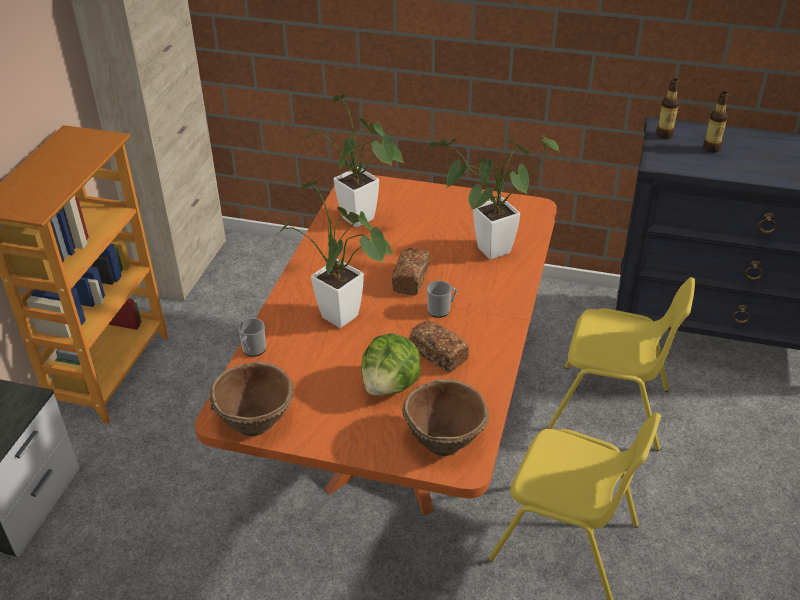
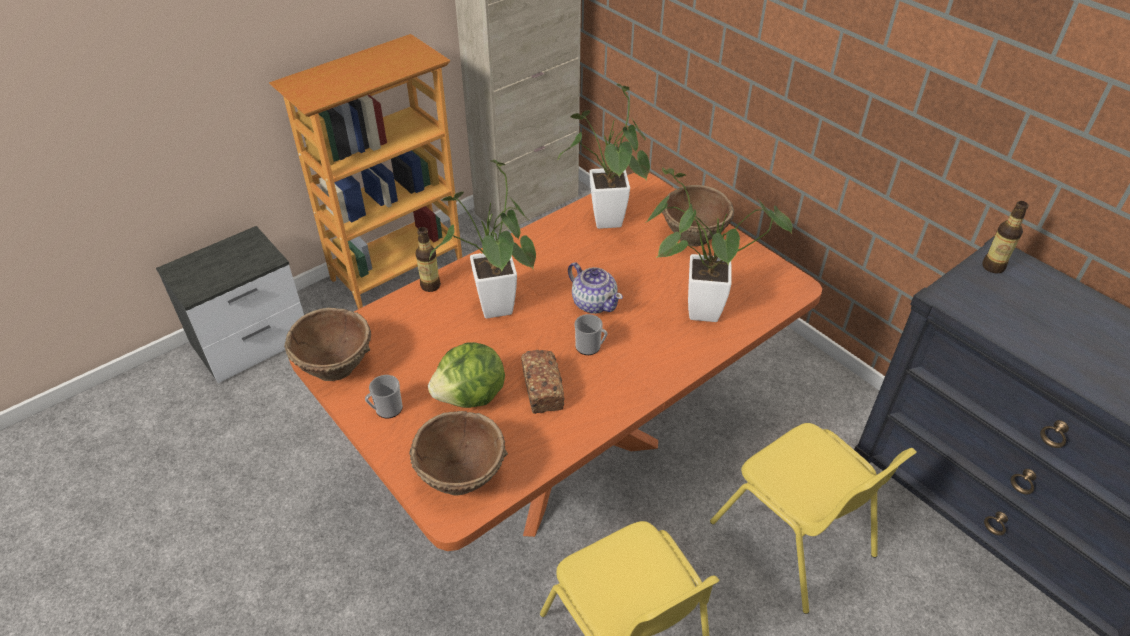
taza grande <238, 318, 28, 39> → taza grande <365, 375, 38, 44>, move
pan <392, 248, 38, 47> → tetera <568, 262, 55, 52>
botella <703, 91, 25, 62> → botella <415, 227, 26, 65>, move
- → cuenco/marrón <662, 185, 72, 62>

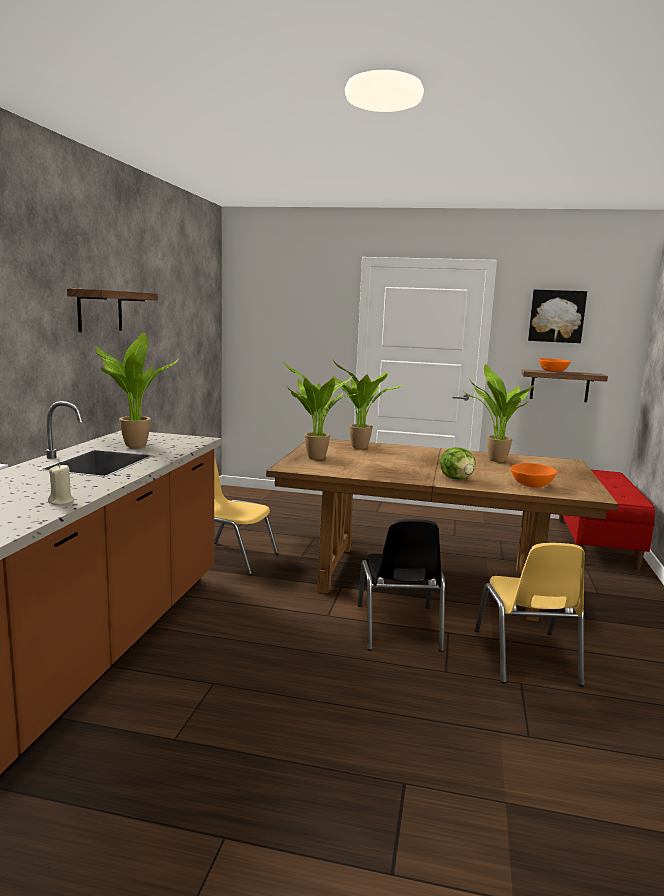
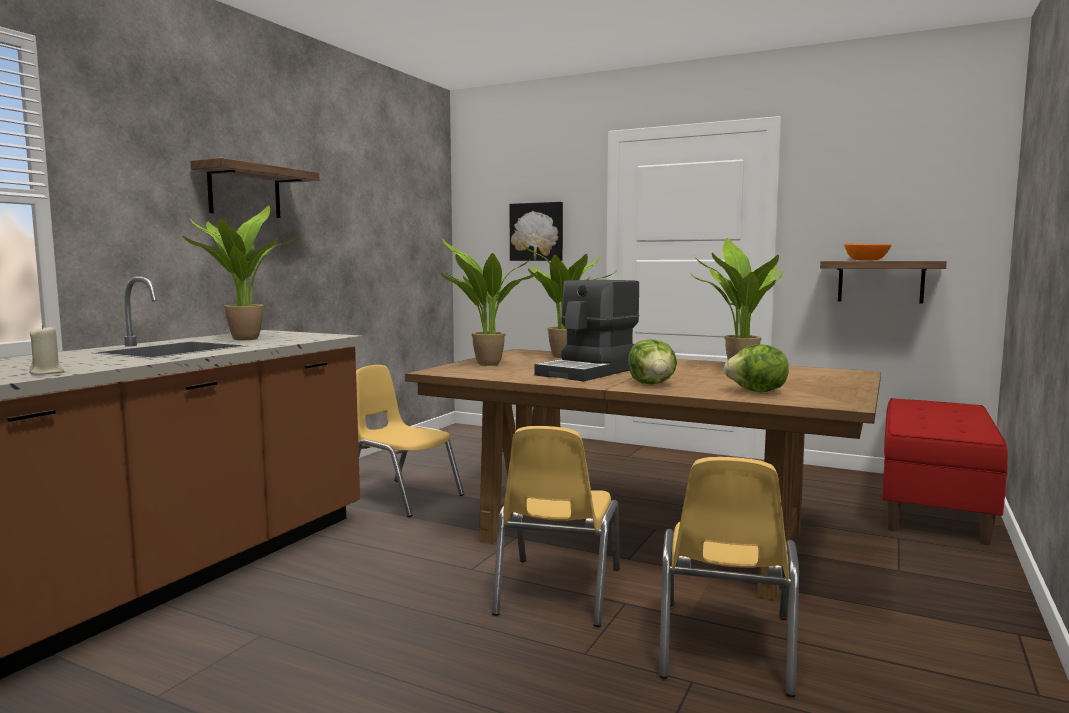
silla/negro <357, 519, 88, 133> → silla/amarillo <492, 426, 128, 201>
cuenco/naranja <510, 463, 47, 25> → lechuga <724, 344, 65, 48>
cuadro <528, 290, 59, 53> → cuadro <510, 202, 53, 59>, move
- → cafetera <534, 280, 105, 101>

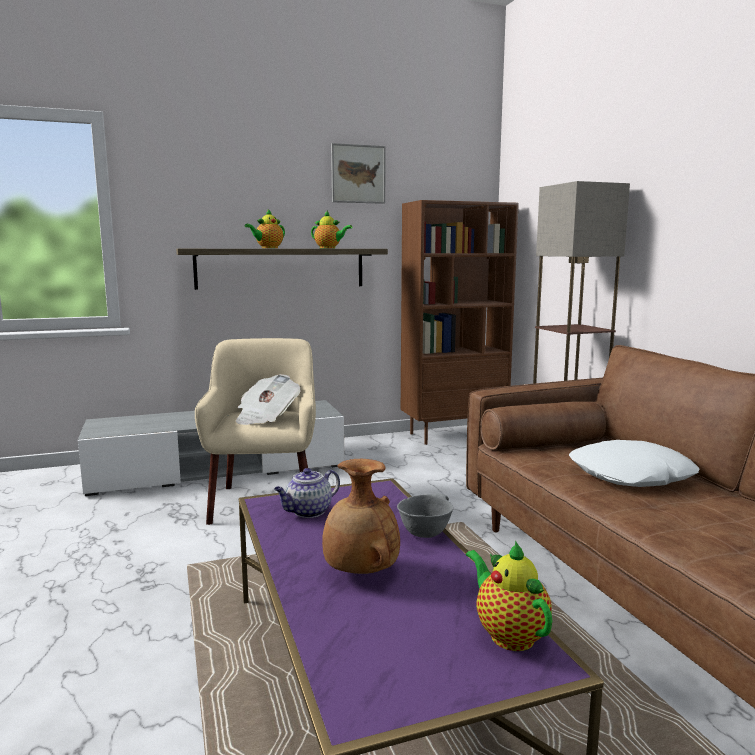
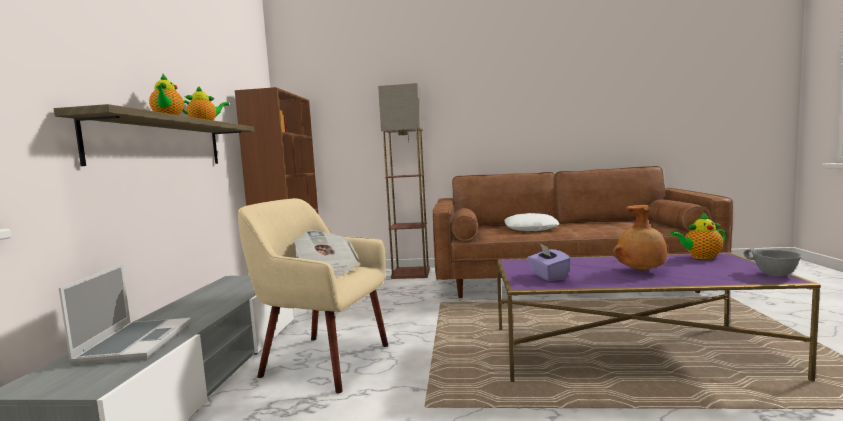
tetera <274, 468, 66, 50> → caja de pañuelos/morado <527, 243, 44, 38>
cuadro <331, 143, 54, 61> → -
cuenco/gris <397, 493, 56, 45> → cuenco/gris <744, 248, 58, 28>, move
- → portátil <59, 264, 133, 100>

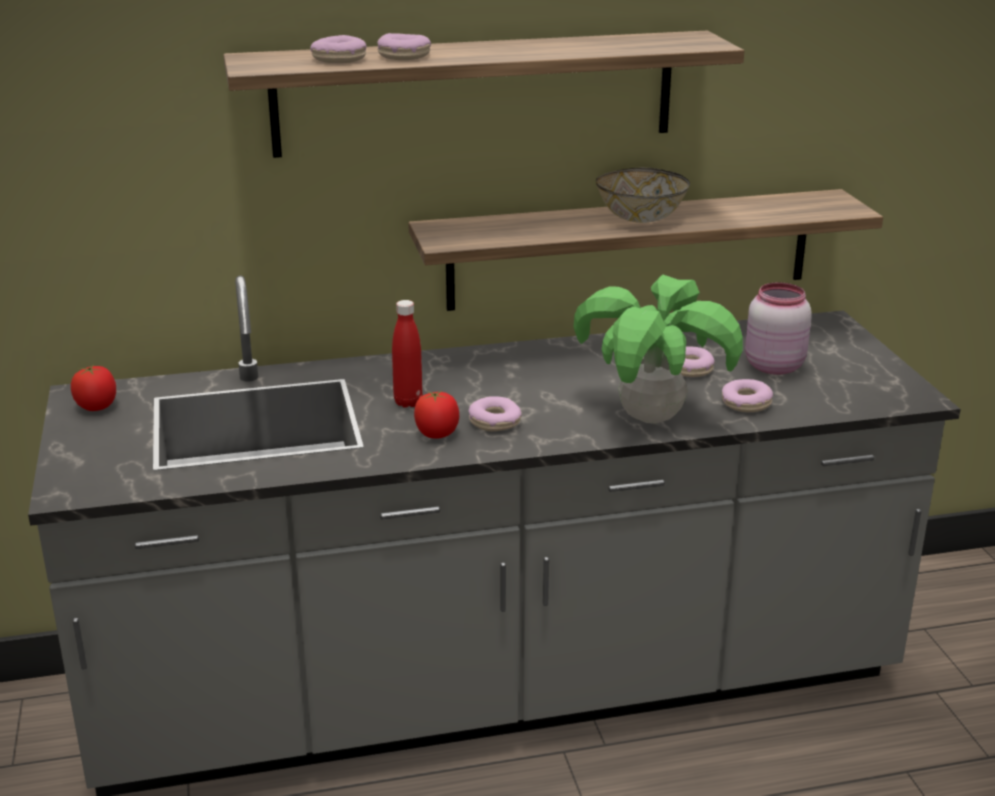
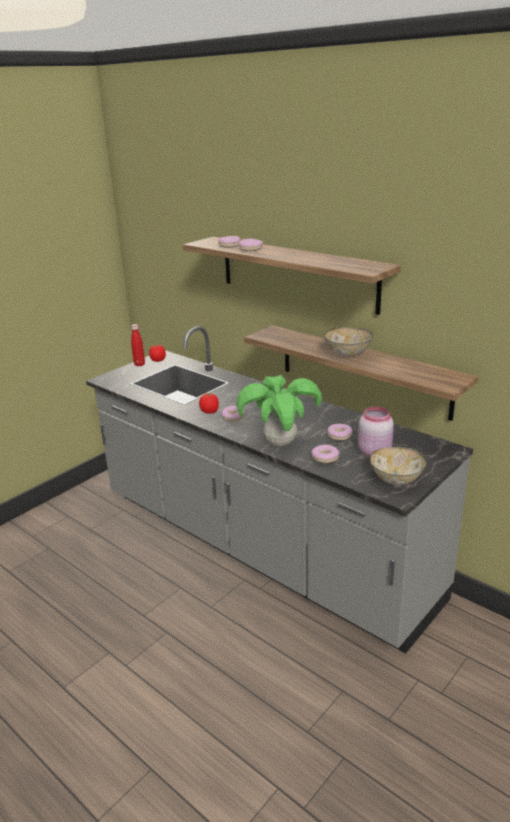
botella/rojo <392, 300, 31, 108> → botella/rojo <131, 324, 14, 42>, move
- → cuenco <370, 447, 57, 38>

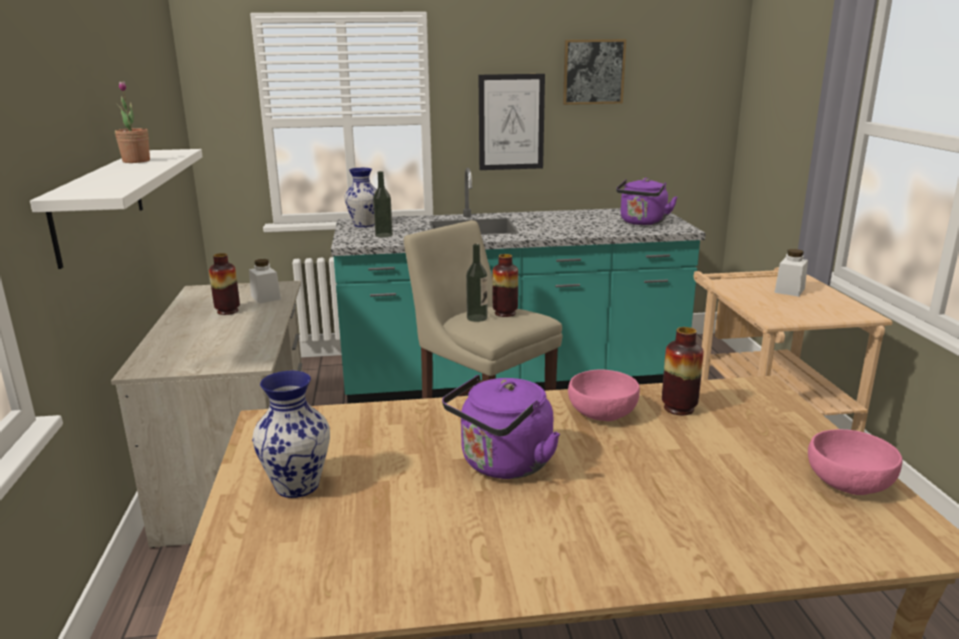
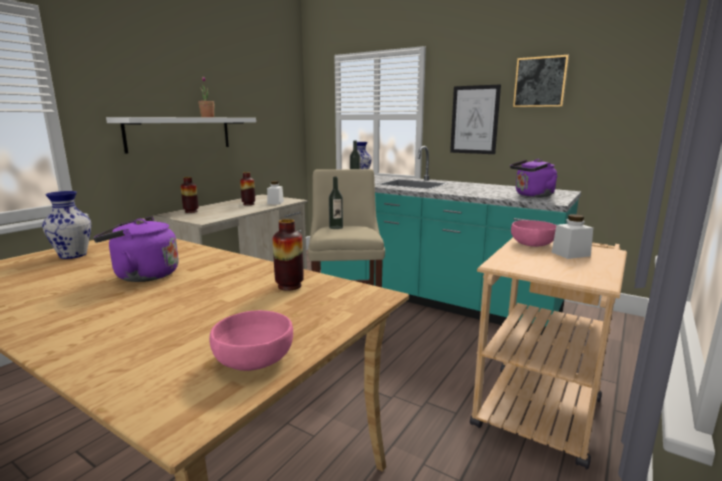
florero <492, 254, 26, 63> → florero <181, 177, 18, 36>, move
cuenco/rosa <568, 370, 72, 51> → cuenco/rosa <511, 220, 45, 27>, move

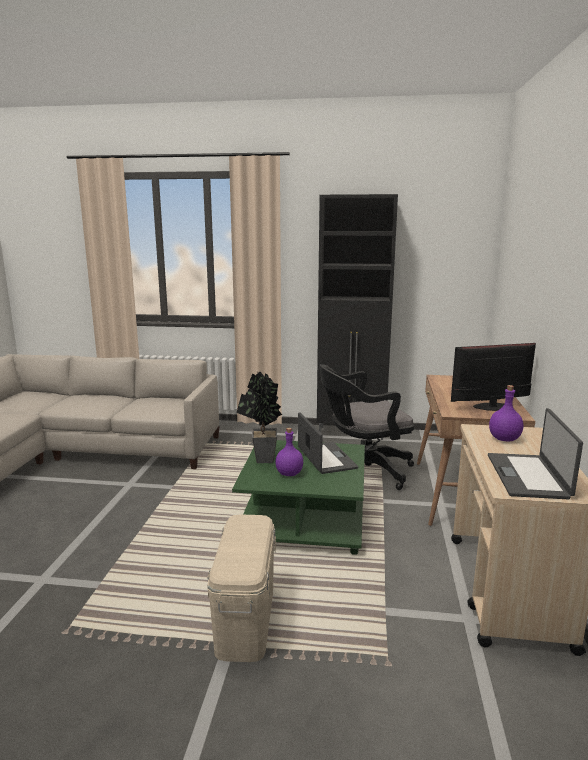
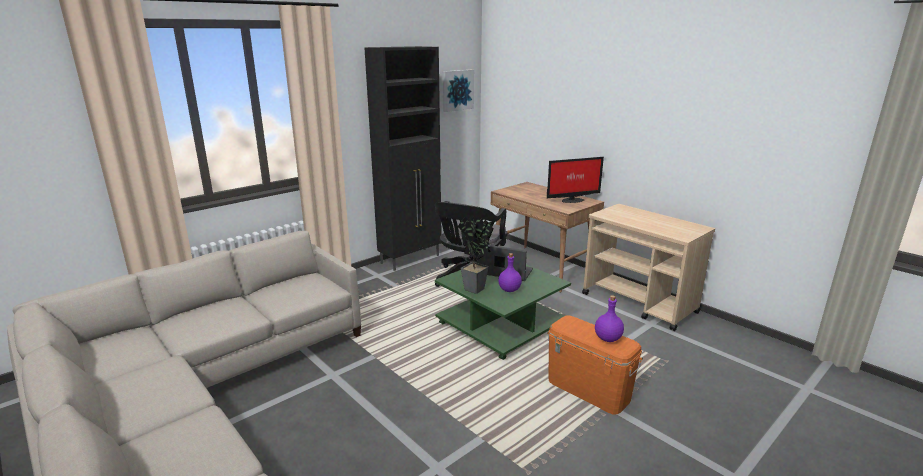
caja de almacenaje/beis <207, 515, 69, 147> → caja de almacenaje/naranja <547, 316, 96, 98>
monitor <451, 343, 85, 68> → monitor <547, 157, 57, 46>, 135 degrees counterclockwise
portátil <488, 408, 95, 91> → -
botella/morado <489, 385, 34, 56> → botella/morado <595, 295, 29, 47>, move
- → cuadro <443, 70, 31, 42>

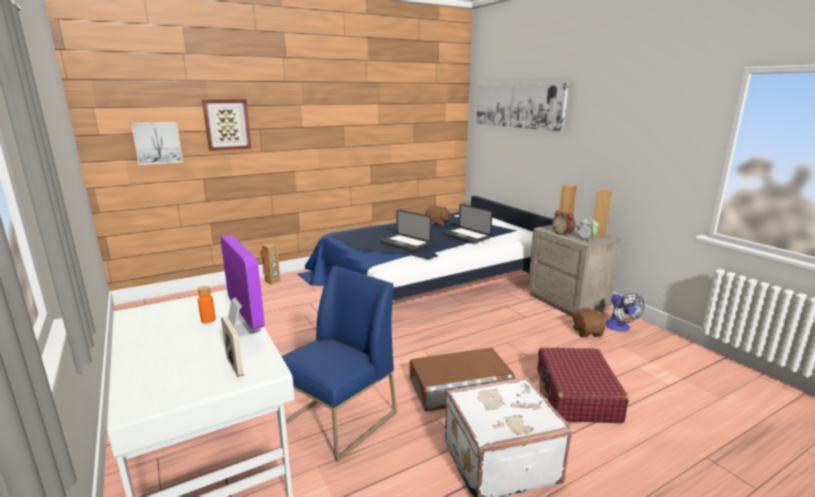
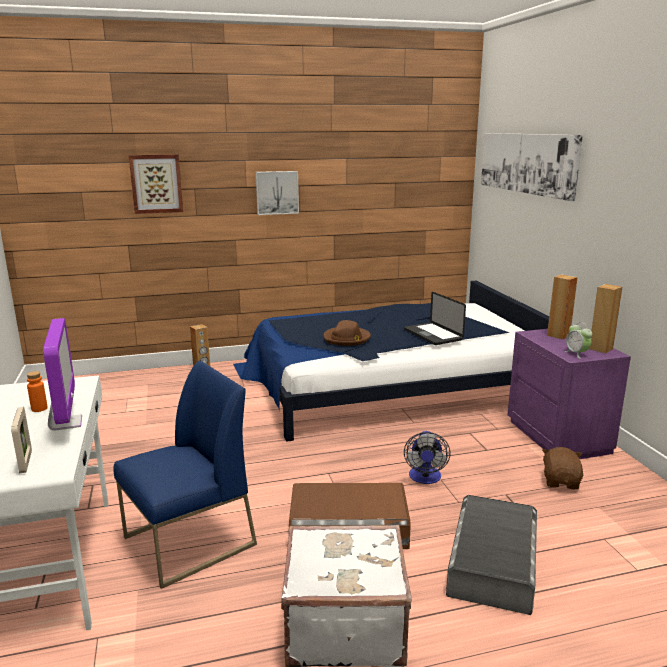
cuadro <131, 122, 52, 43> → cuadro <256, 171, 43, 44>, move
portátil <380, 209, 51, 42> → sombrero/marrón <324, 320, 47, 26>
peluche/marrón <425, 206, 27, 20> → -
mesita de noche/beis <528, 225, 93, 92> → mesita de noche/morado <508, 329, 123, 130>
maleta/rojo <538, 348, 91, 75> → caja de almacenaje/gris <446, 495, 91, 120>
despertador <552, 210, 23, 26> → -
ventilador <605, 293, 40, 38> → ventilador <404, 431, 47, 53>, move

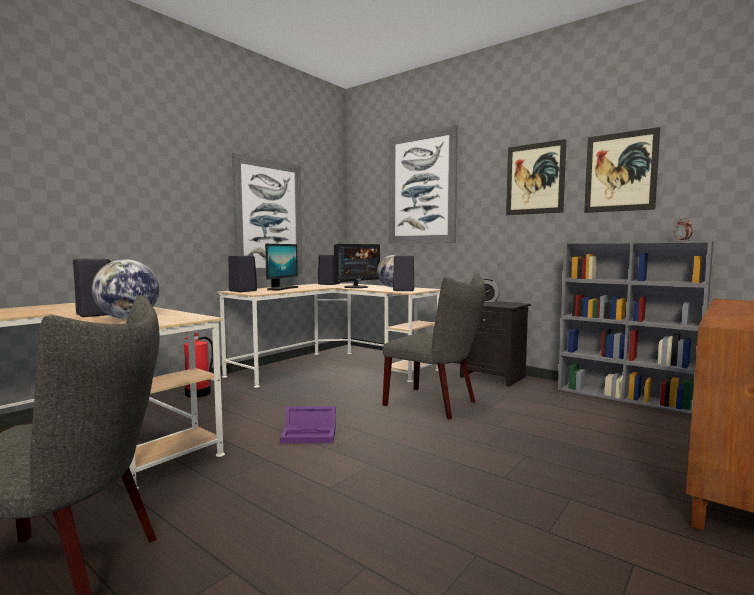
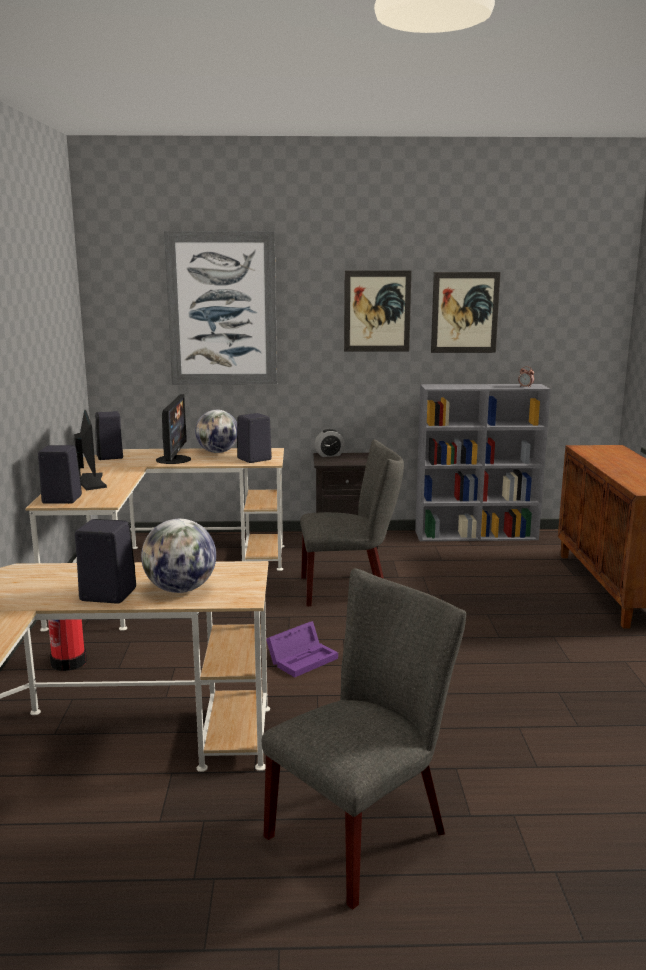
cuadro <232, 153, 71, 123> → -

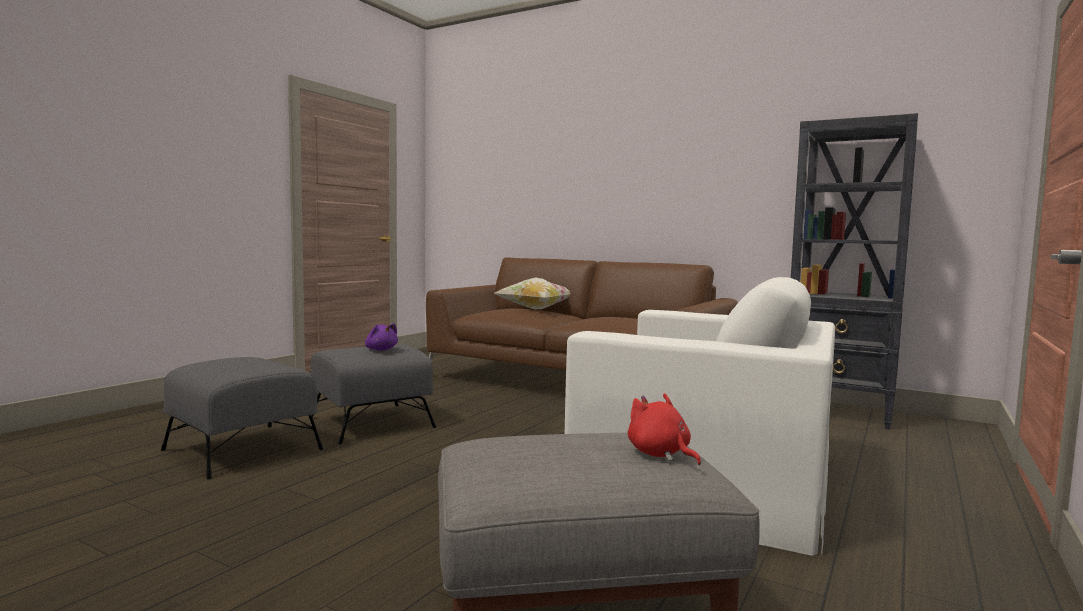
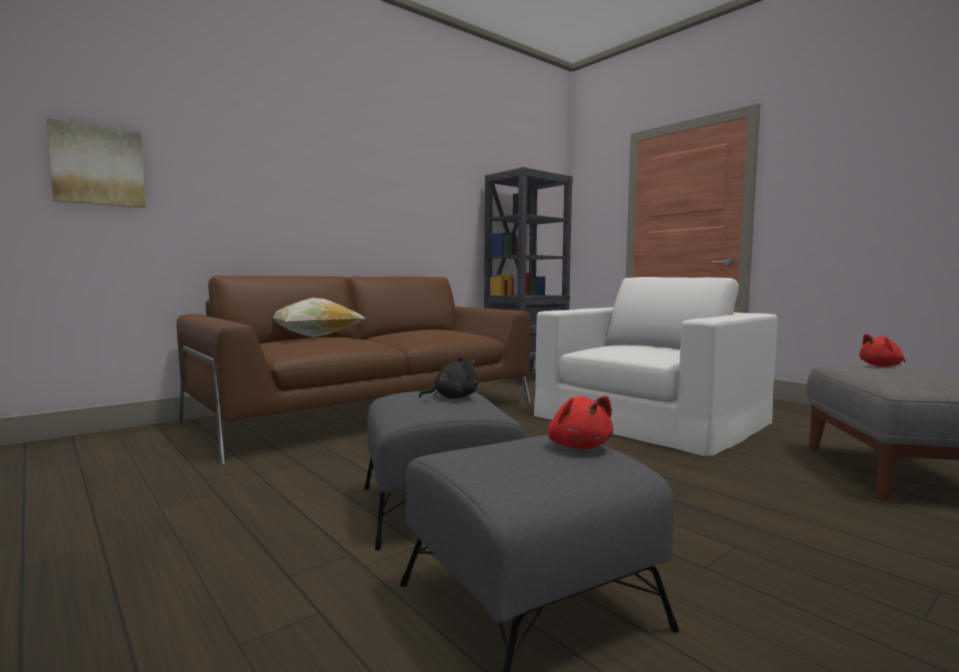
peluche/morado <365, 323, 33, 28> → peluche/negro <419, 357, 59, 42>
- → cuadro <47, 118, 98, 90>
- → peluche/rojo <548, 396, 65, 54>

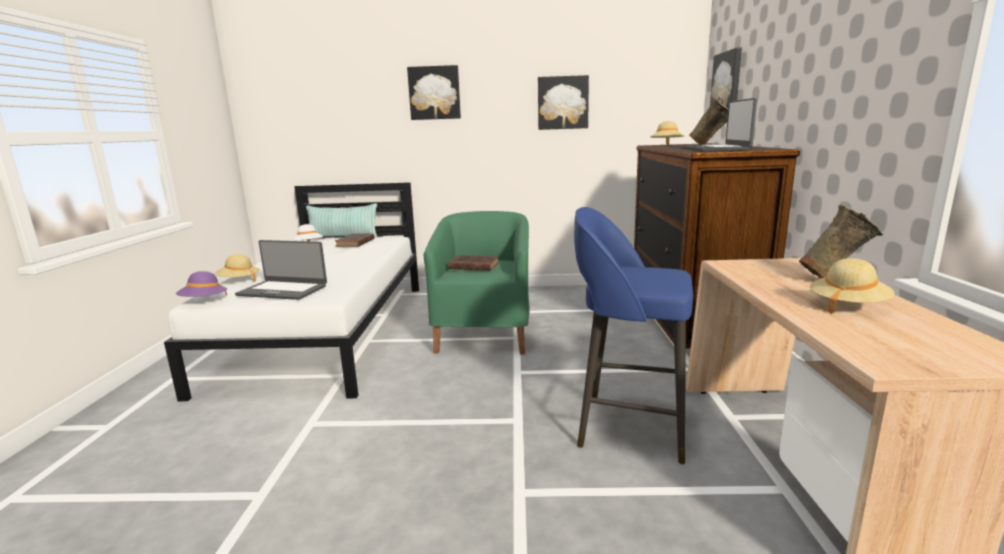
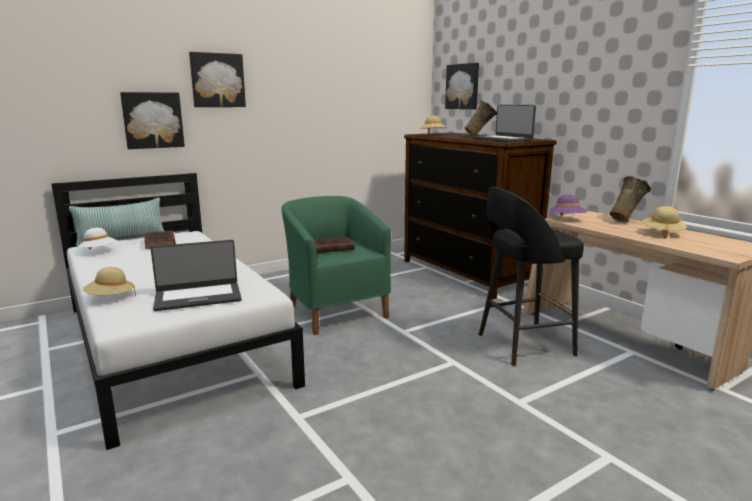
sombrero/morado <176, 271, 51, 26> → sombrero/morado <549, 195, 38, 21>, move
cuadro <538, 75, 51, 55> → cuadro <120, 92, 65, 57>, move
taburete/azul <574, 207, 119, 257> → taburete/negro <478, 187, 106, 179>

